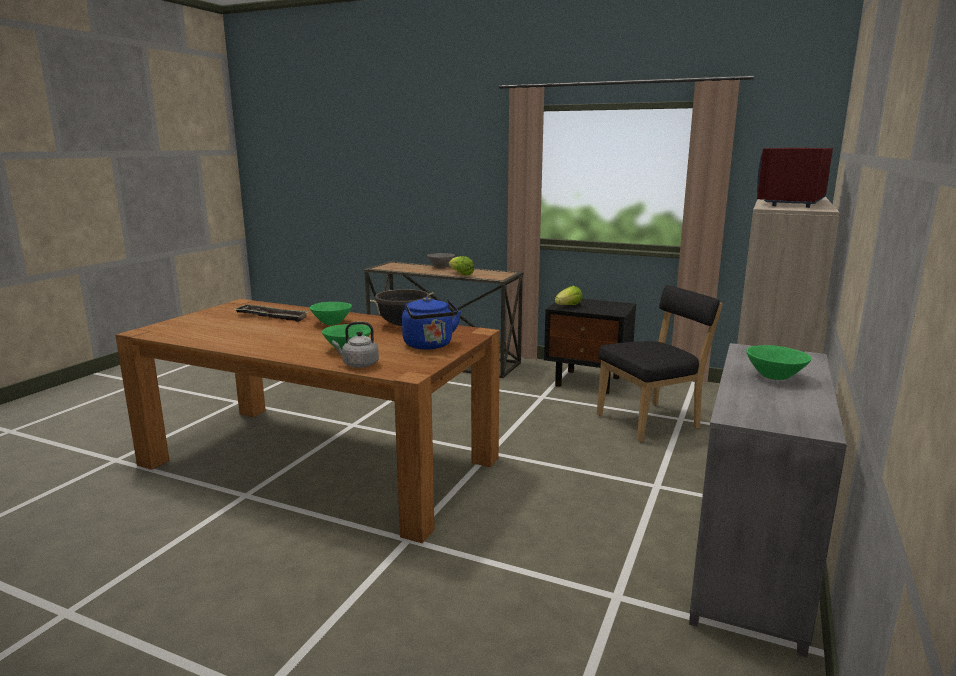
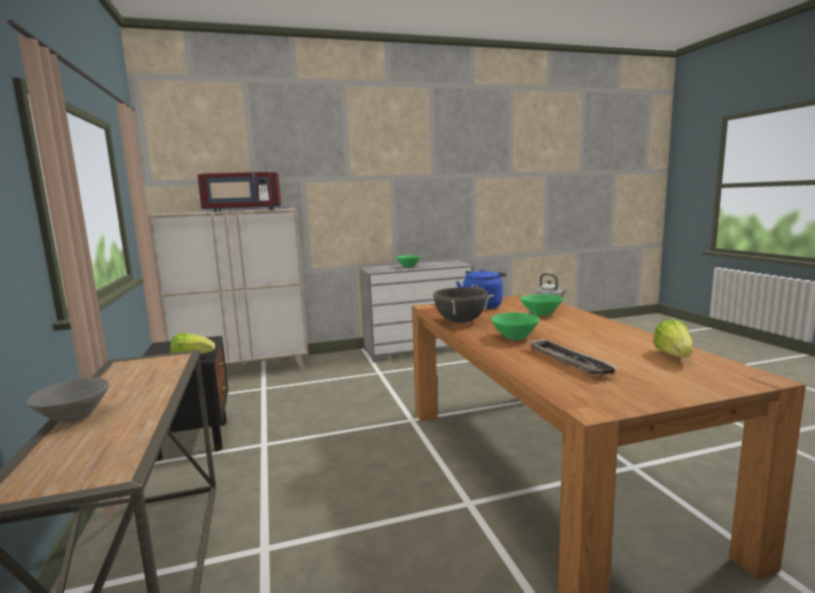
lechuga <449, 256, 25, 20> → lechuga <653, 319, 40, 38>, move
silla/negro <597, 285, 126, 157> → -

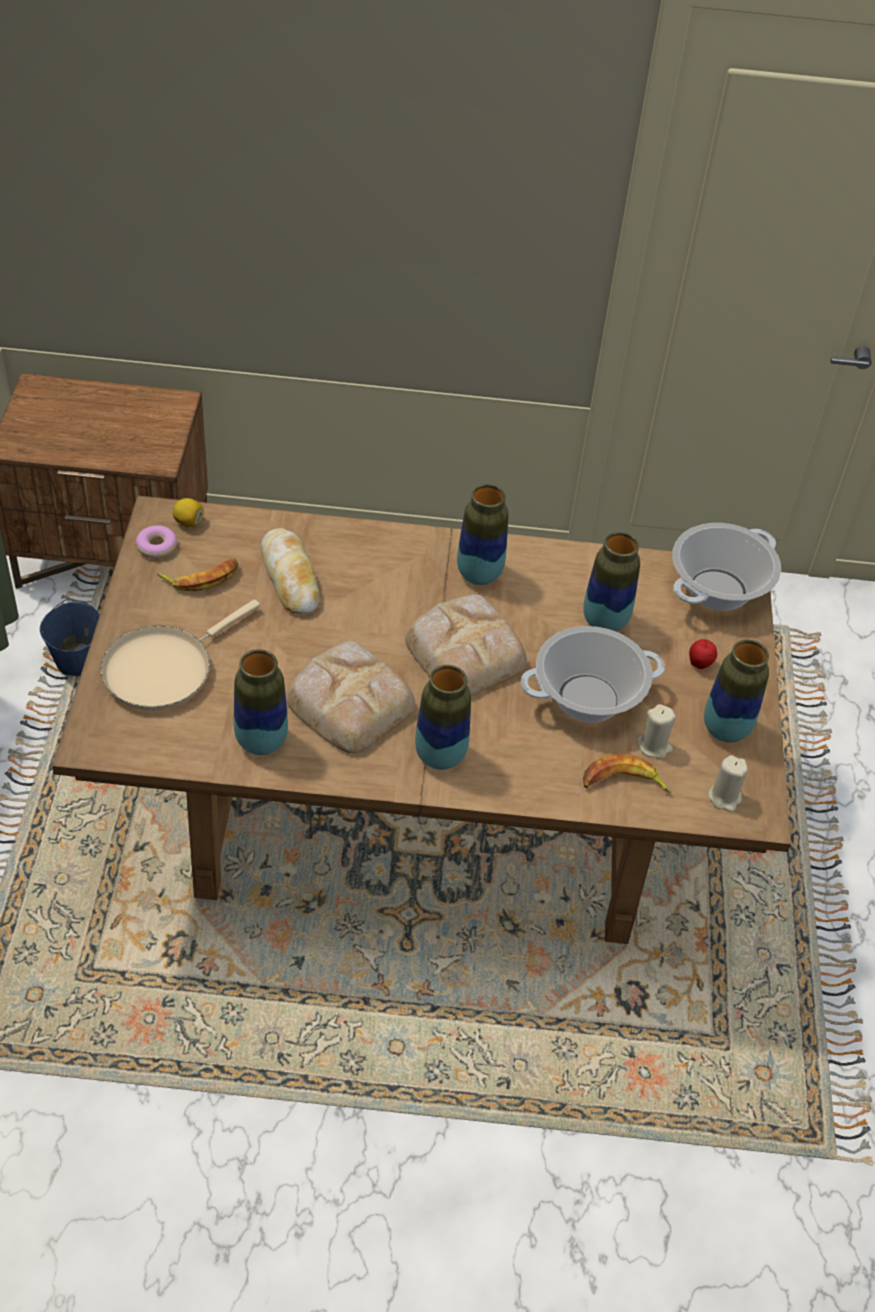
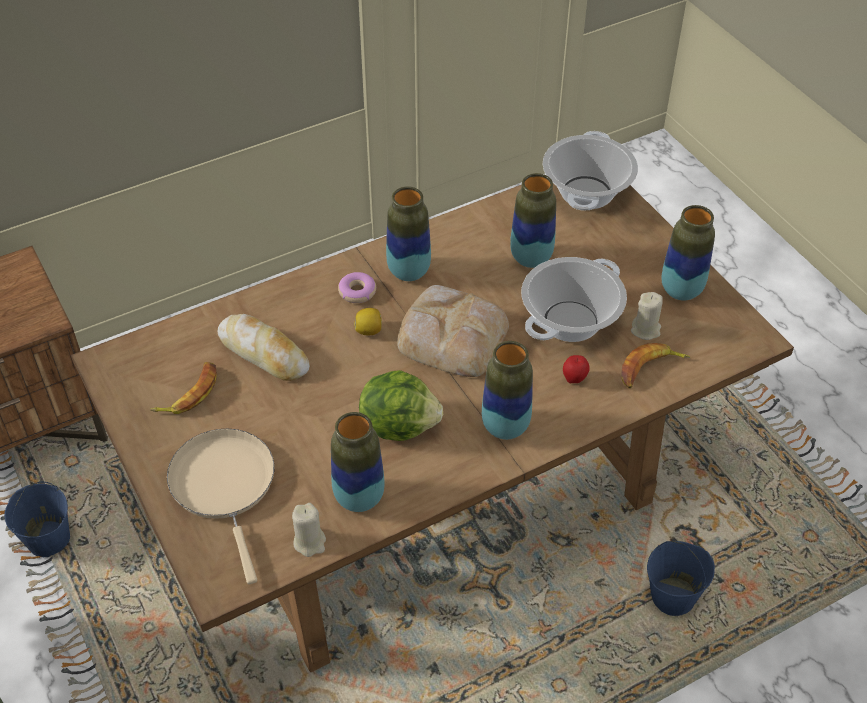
sartén/beis <101, 599, 159, 112> → sartén/beis <167, 429, 108, 155>, 150 degrees clockwise
rosquilla <135, 525, 43, 34> → rosquilla <338, 272, 38, 31>, move
limón <173, 498, 31, 29> → limón <354, 308, 28, 27>, move
pan <286, 641, 129, 113> → lechuga <359, 370, 84, 71>
manzana <689, 639, 28, 30> → manzana <563, 355, 27, 28>, move
vela/beis <708, 755, 40, 57> → vela/beis <292, 503, 34, 54>, move
- → cubo/azul <647, 541, 68, 75>

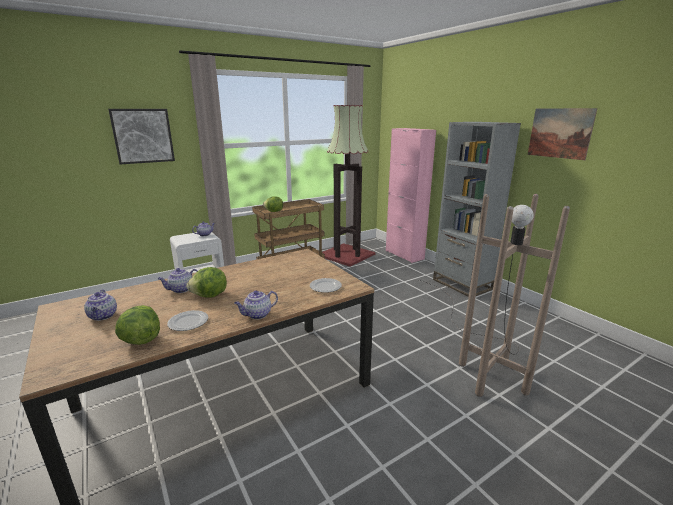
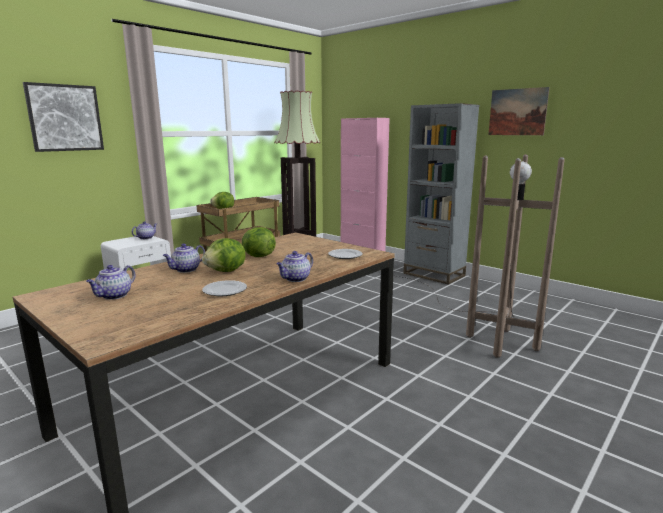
tetera <84, 289, 33, 32> → tetera <86, 265, 49, 35>, 60 degrees clockwise
lechuga <115, 305, 45, 40> → lechuga <242, 227, 34, 30>, move

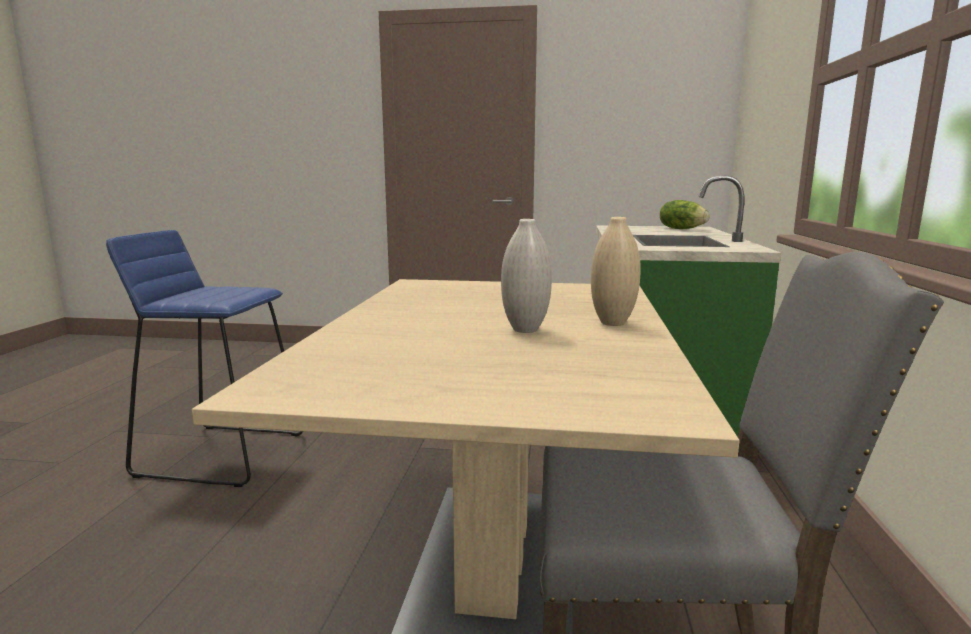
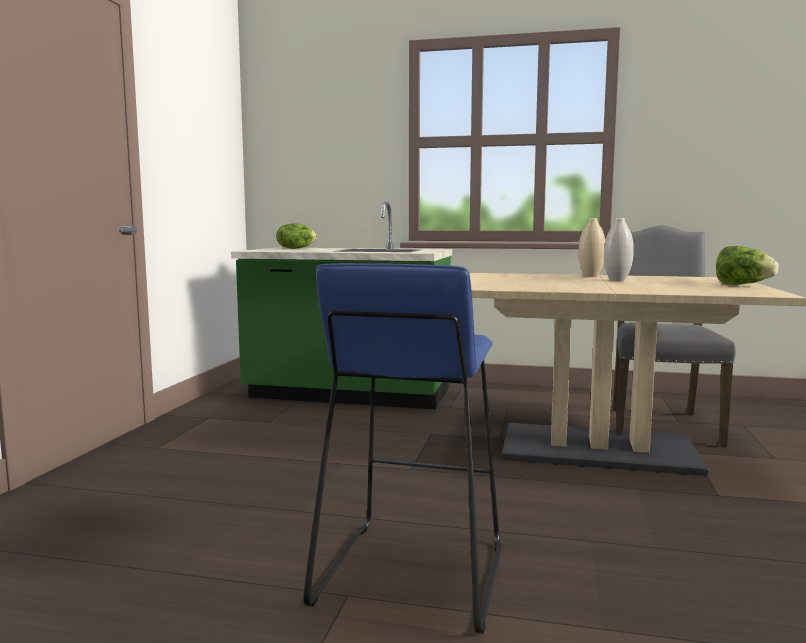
- → lechuga <716, 246, 63, 39>

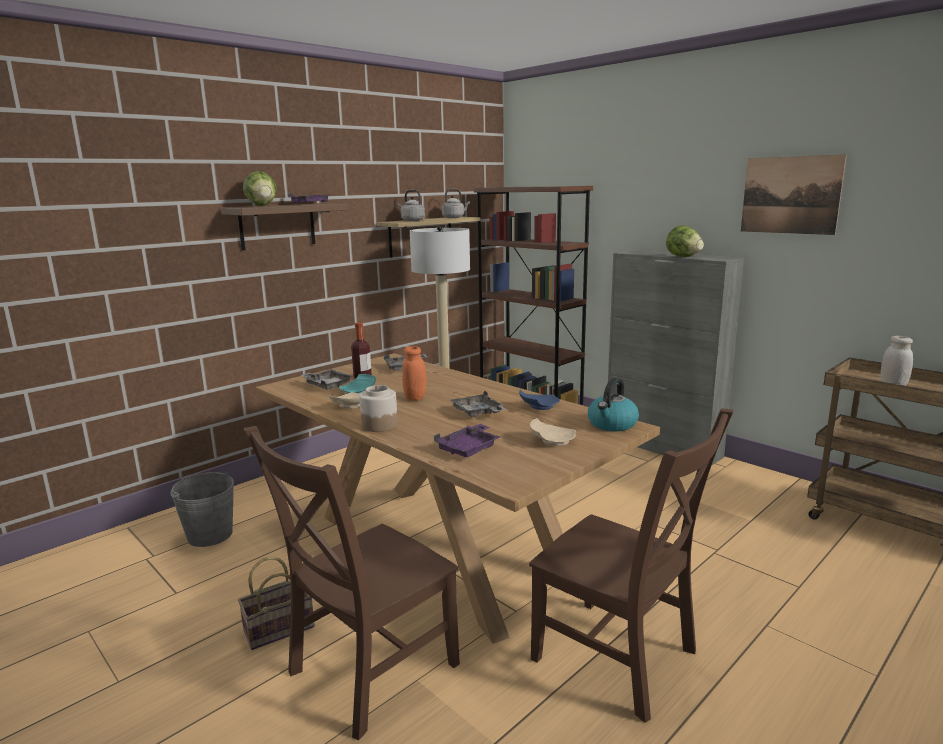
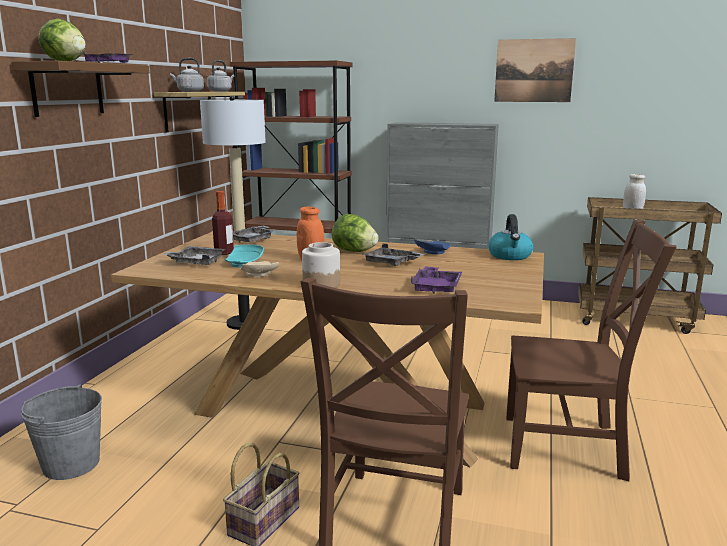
plato/beis <530, 418, 46, 28> → -
lechuga <666, 225, 38, 32> → lechuga <332, 214, 47, 38>, move

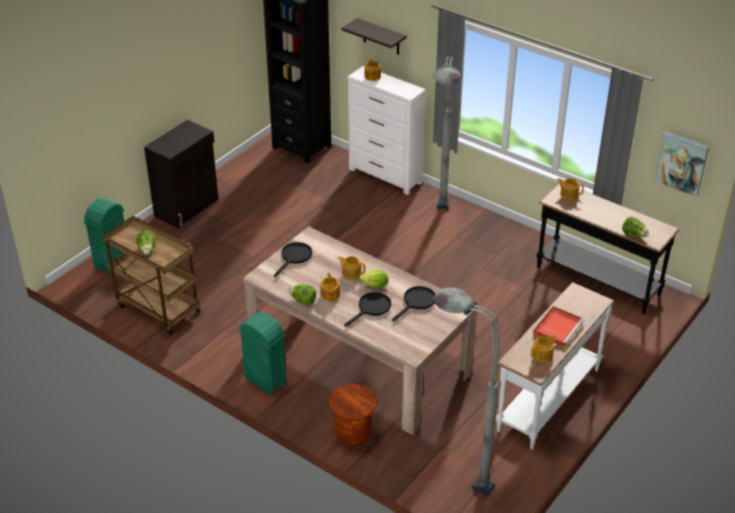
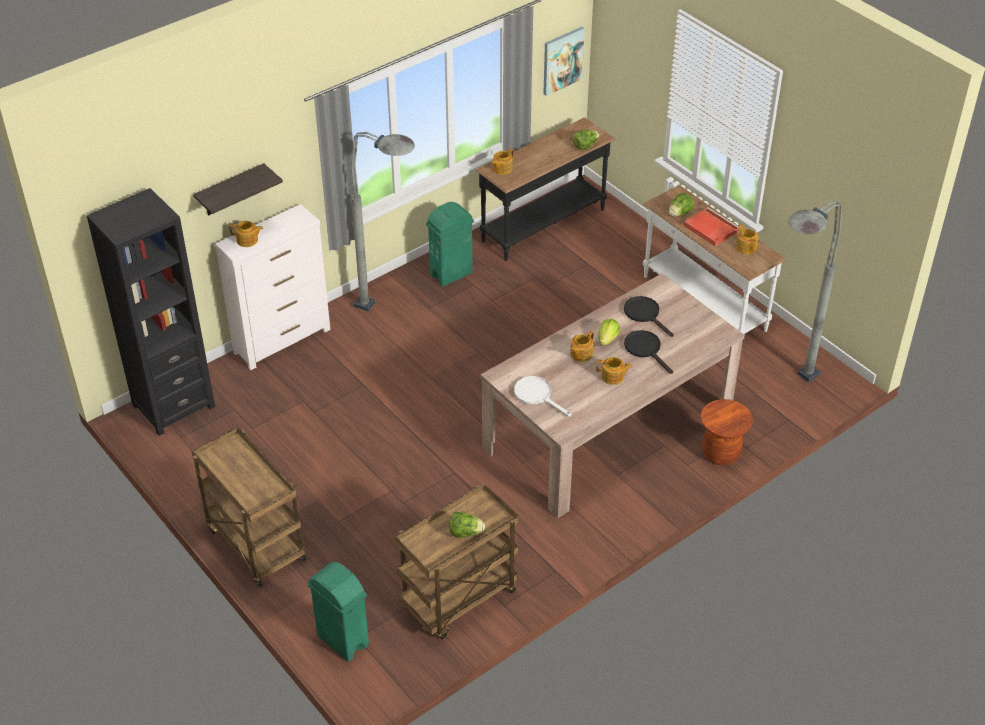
armario/negro <144, 120, 74, 108> → carrito/marrón <192, 426, 114, 161>
papelera/verde <238, 312, 48, 83> → papelera/verde <426, 202, 48, 84>, move
sartén/negro <274, 242, 38, 35> → sartén/blanco <514, 376, 57, 41>
lechuga <289, 284, 27, 22> → lechuga <669, 193, 25, 23>, move

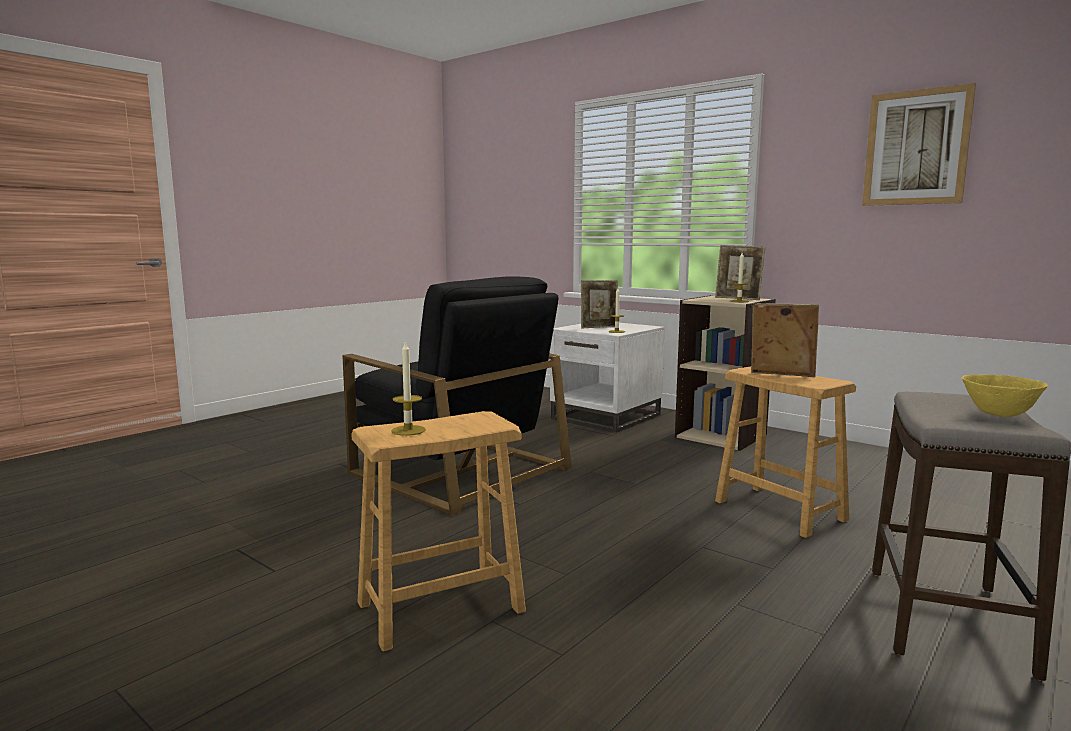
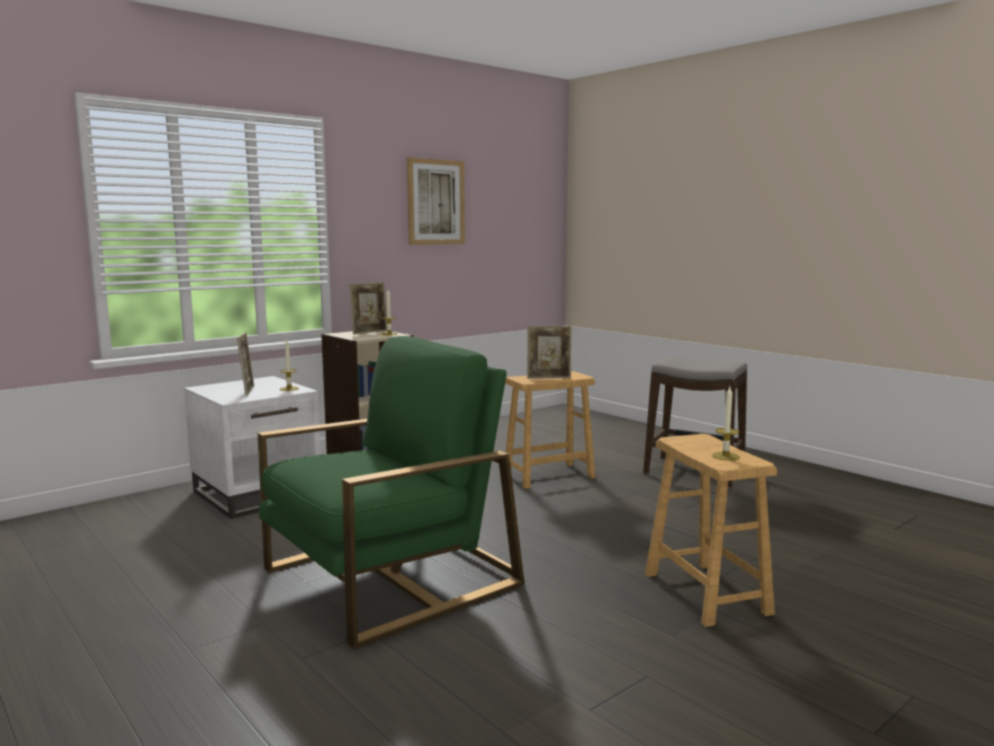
sillón/negro <342, 276, 230, 240> → sillón/verde <258, 336, 267, 313>
portarretratos <751, 303, 68, 74> → portarretratos <527, 326, 45, 53>, 135 degrees counterclockwise
cuenco/amarillo <962, 375, 86, 42> → -

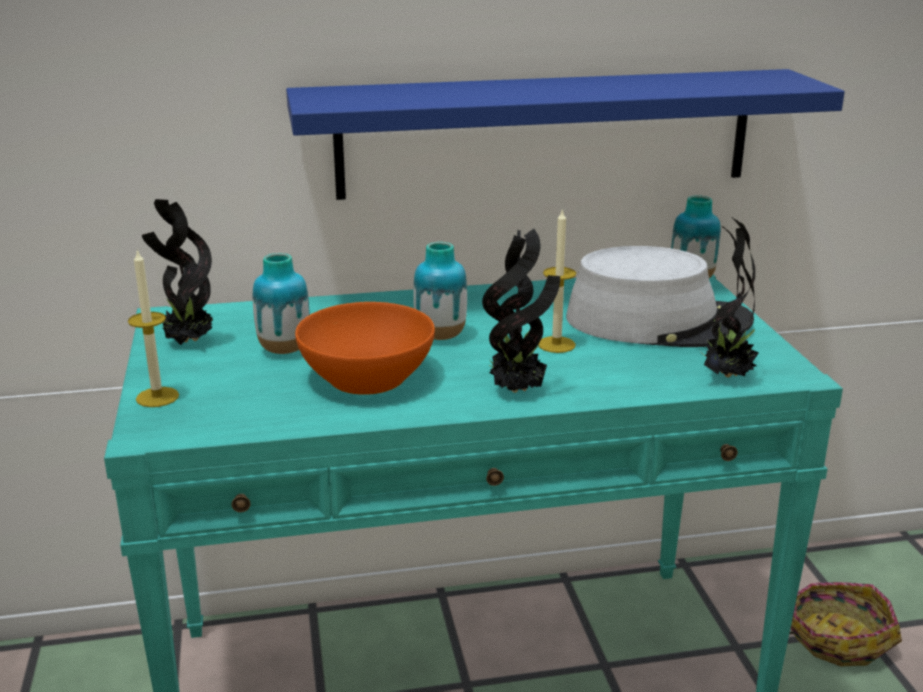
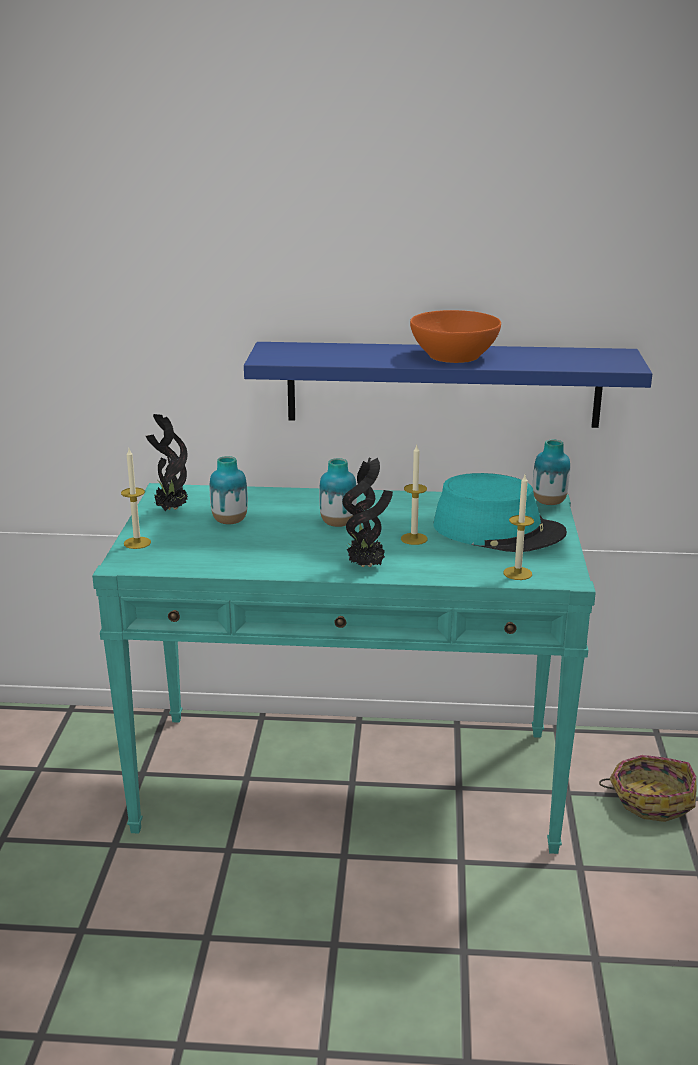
cuenco/naranja <295, 302, 140, 93> → cuenco/naranja <410, 310, 91, 53>, move
sombrero/gris <566, 246, 188, 101> → sombrero/turquesa <433, 473, 134, 79>
planta en maceta <703, 218, 56, 159> → vela <504, 475, 30, 105>

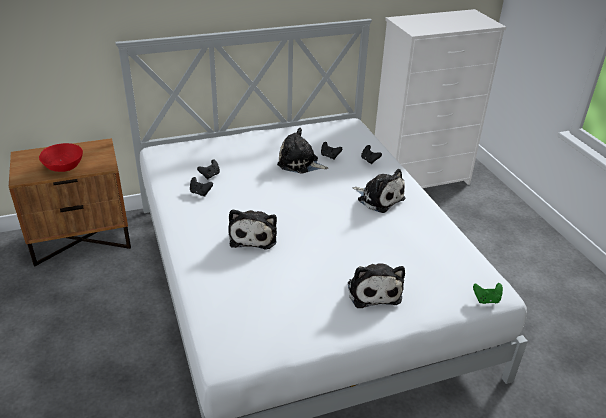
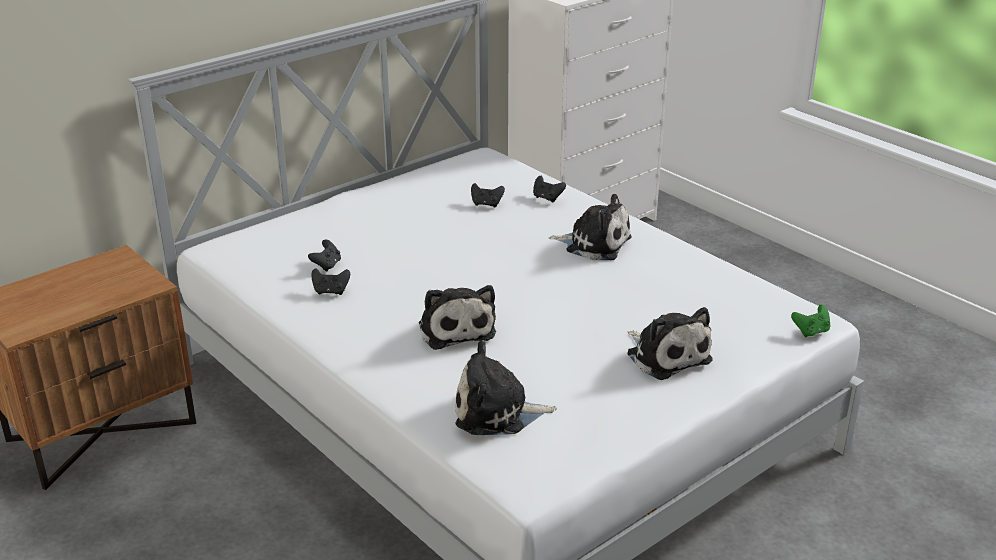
cuenco/rojo <39, 143, 44, 29> → -
peluche <277, 128, 52, 46> → peluche <455, 340, 102, 95>, move

